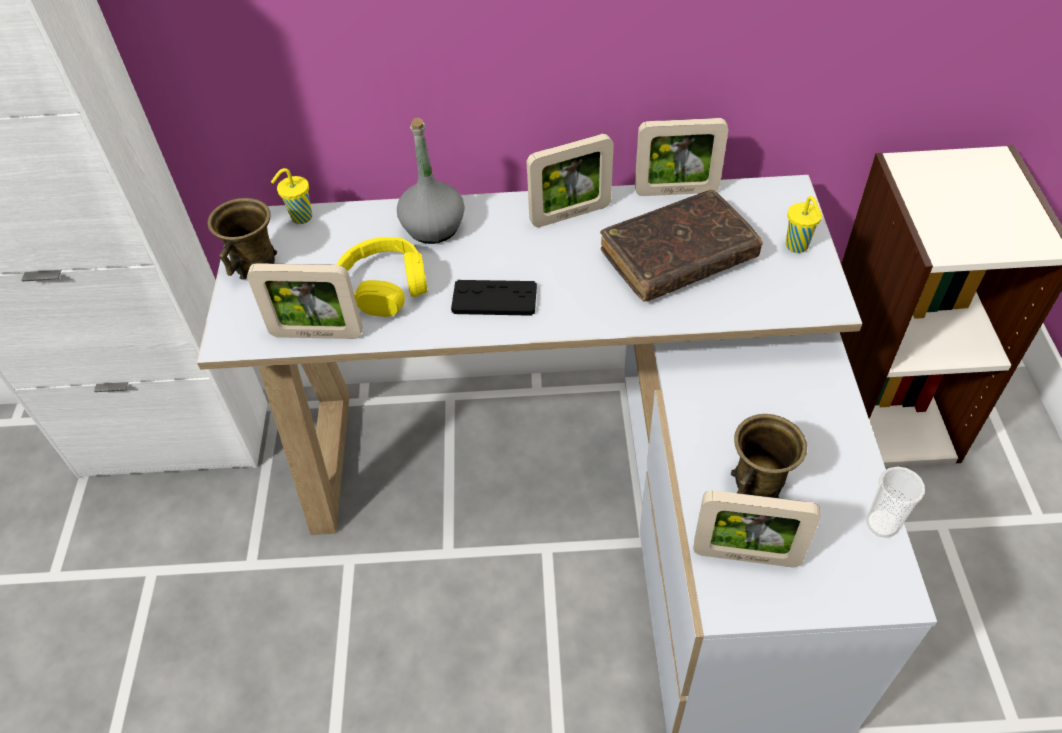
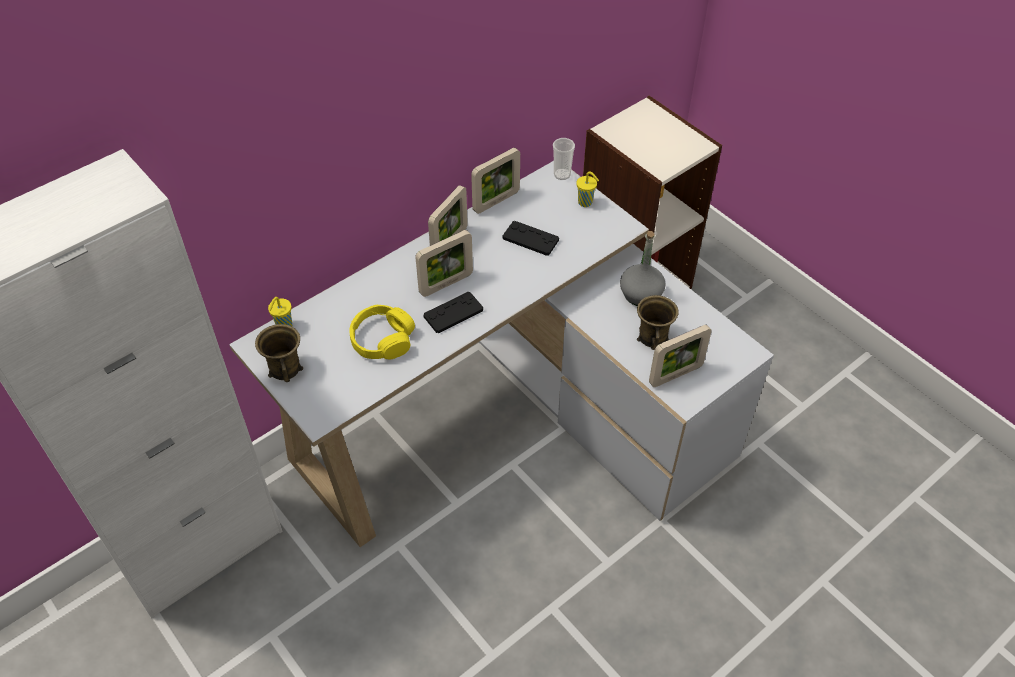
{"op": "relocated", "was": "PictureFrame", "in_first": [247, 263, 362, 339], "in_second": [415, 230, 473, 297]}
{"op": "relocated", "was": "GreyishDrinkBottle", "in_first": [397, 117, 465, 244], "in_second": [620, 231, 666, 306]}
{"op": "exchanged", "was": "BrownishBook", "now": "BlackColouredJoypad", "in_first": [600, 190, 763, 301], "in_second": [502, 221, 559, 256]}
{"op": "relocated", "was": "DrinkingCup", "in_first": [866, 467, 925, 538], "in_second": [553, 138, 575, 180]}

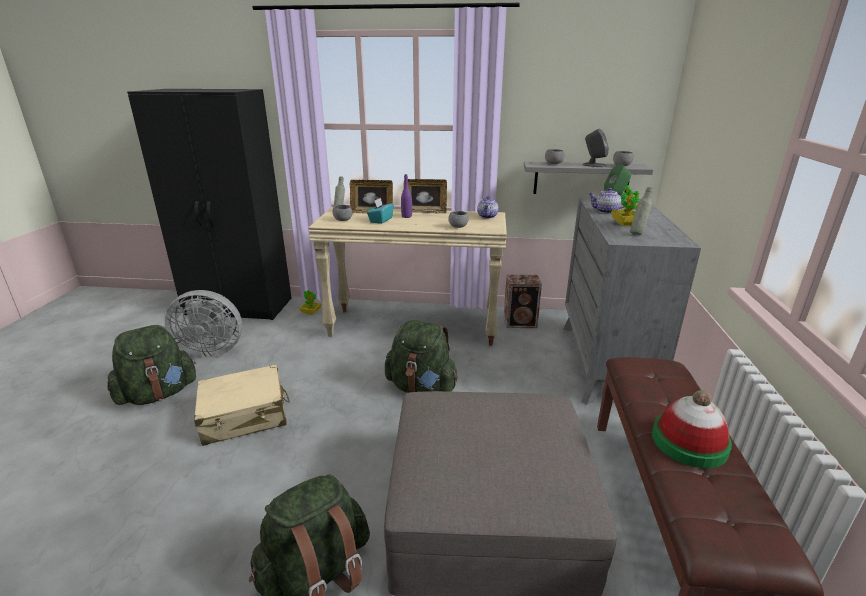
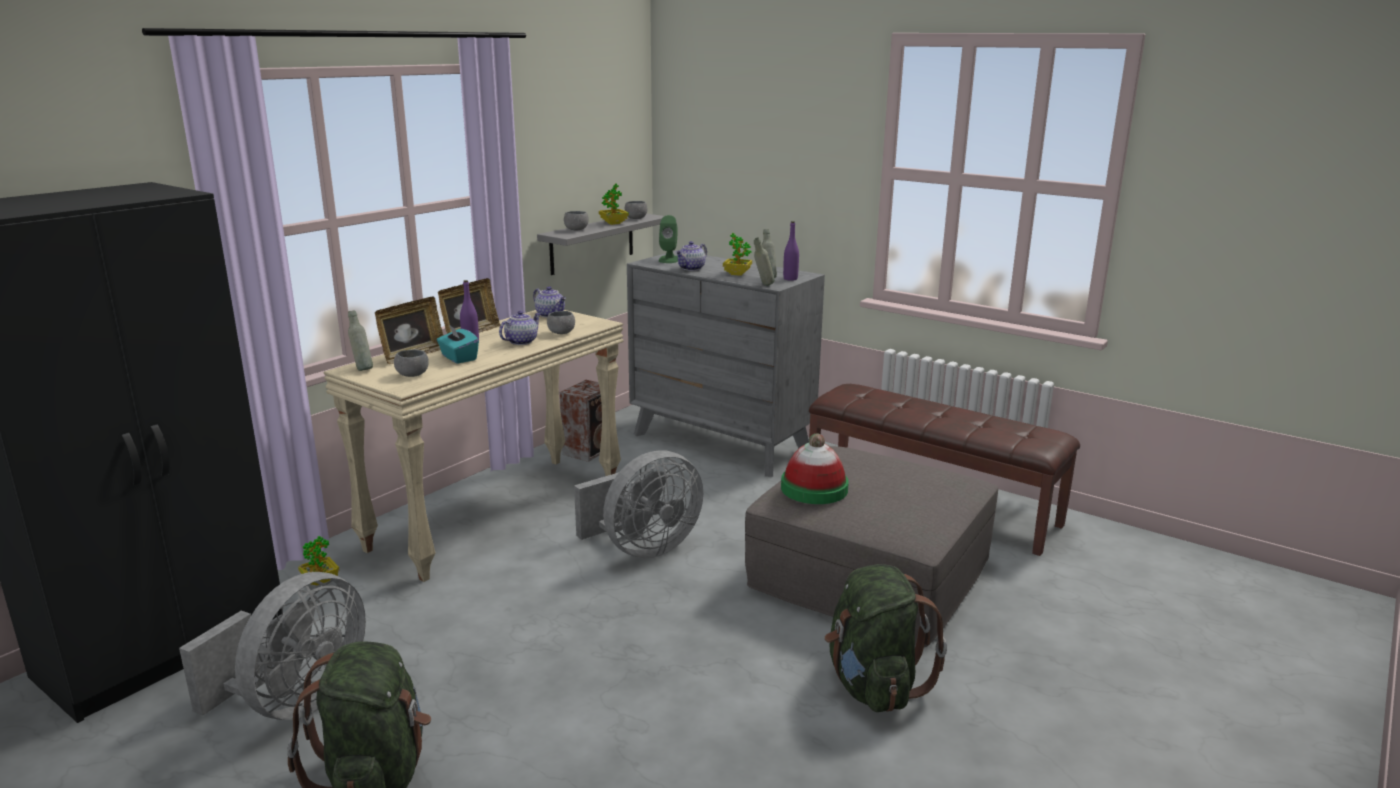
{"op": "missing", "was": "SandColouredTravelCase", "in_first": [194, 364, 290, 446]}
{"op": "exchanged", "was": "GreenRucksack", "now": "GreyishElectricFan", "in_first": [385, 320, 458, 393], "in_second": [574, 451, 703, 558]}
{"op": "exchanged", "was": "GreyishAudioSpeaker", "now": "PottedPlant", "in_first": [583, 129, 609, 167], "in_second": [599, 183, 629, 225]}
{"op": "relocated", "was": "ClothingHat", "in_first": [652, 390, 732, 468], "in_second": [781, 433, 849, 504]}
{"op": "appeared", "now": "TeaPot", "in_second": [499, 311, 540, 345]}
{"op": "appeared", "now": "GreyishDrinkBottle", "in_second": [754, 238, 775, 286]}
{"op": "appeared", "now": "PurplishDrinkBottle", "in_second": [783, 221, 799, 281]}

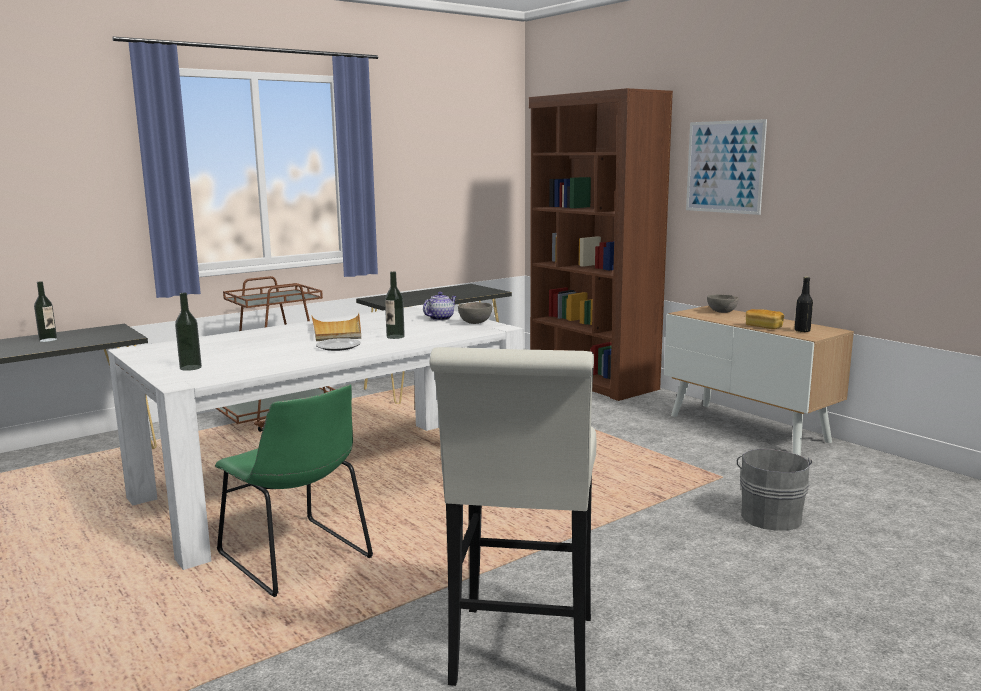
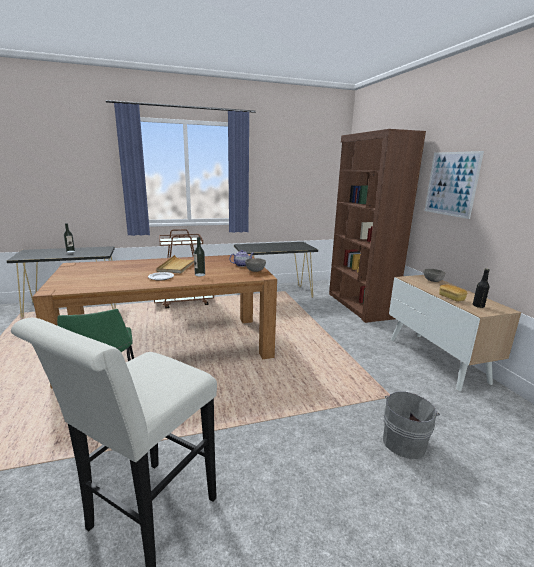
{"op": "colour", "was": "WhiteColouredKitchenTable", "now": "BrownishKitchenTable", "in_first": [108, 304, 523, 570], "in_second": [32, 254, 277, 388]}
{"op": "missing", "was": "DrinkBottle", "in_first": [175, 293, 202, 371]}

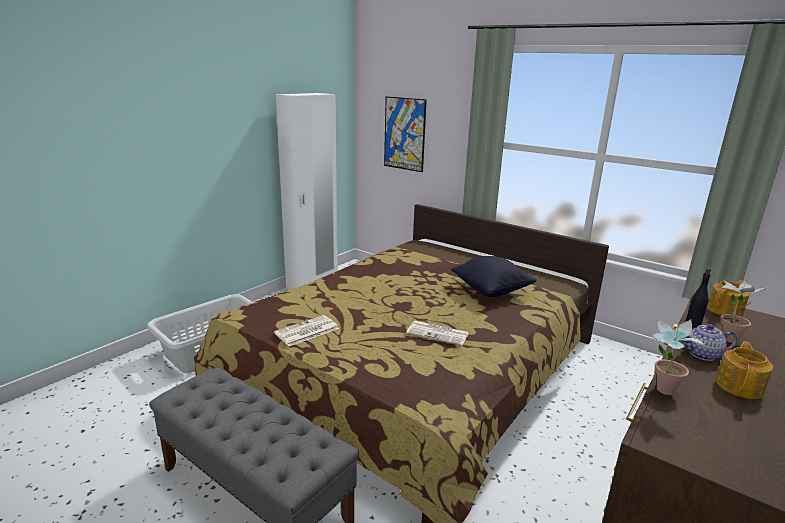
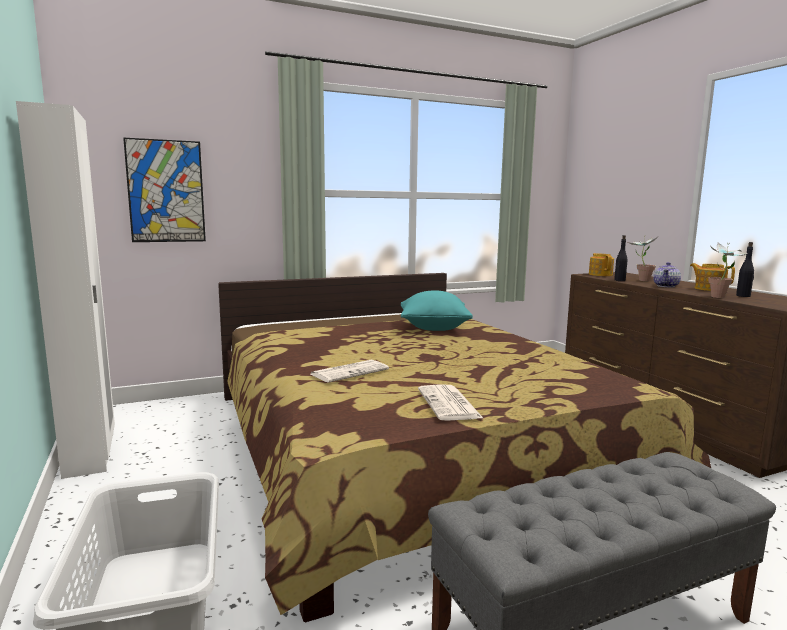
{"op": "relocated", "was": "DailyPaper", "in_first": [406, 321, 469, 346], "in_second": [311, 360, 389, 383]}
{"op": "colour", "was": "BlackColouredCushion", "now": "TurquoiseCushion", "in_first": [451, 256, 537, 297], "in_second": [401, 290, 473, 331]}
{"op": "appeared", "now": "BlackColouredDrinkBottle", "in_second": [736, 242, 754, 297]}

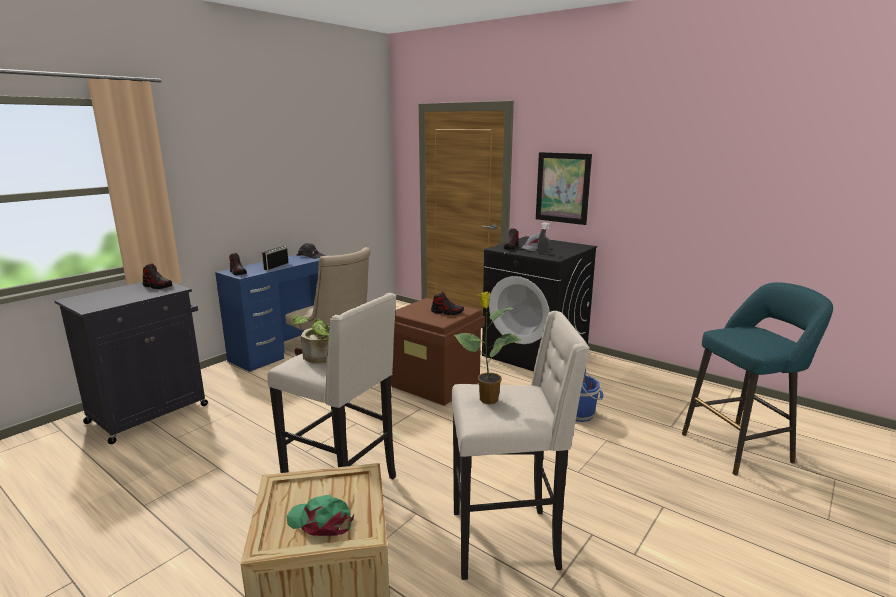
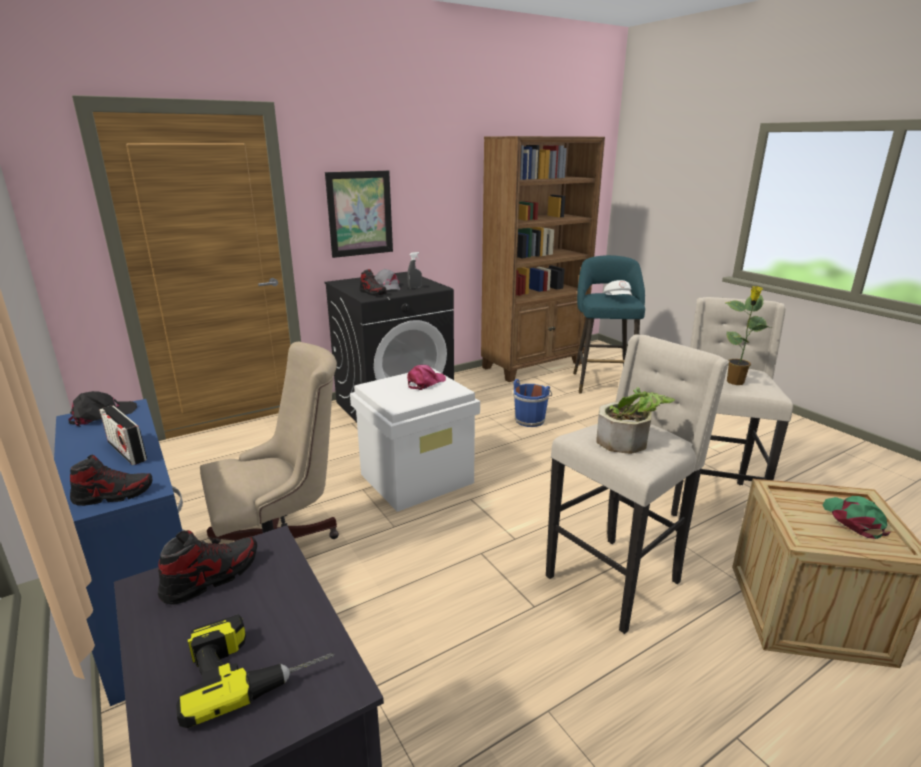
{"op": "spun", "was": "GreenBaseballCap", "in_first": [287, 495, 354, 536], "in_second": [823, 496, 890, 539], "clockwise": 135}
{"op": "colour", "was": "BrownishStorageBox", "now": "WhiteColouredStorageBox", "in_first": [391, 298, 485, 406], "in_second": [350, 367, 480, 512]}
{"op": "exchanged", "was": "Shoe", "now": "PinkColouredBaseballCap", "in_first": [431, 292, 464, 315], "in_second": [407, 365, 446, 390]}
{"op": "appeared", "now": "Drill", "in_second": [176, 614, 334, 728]}
{"op": "appeared", "now": "BrownishShelvingUnit", "in_second": [481, 136, 605, 382]}
{"op": "appeared", "now": "WhiteColouredBaseballCap", "in_second": [604, 280, 631, 295]}

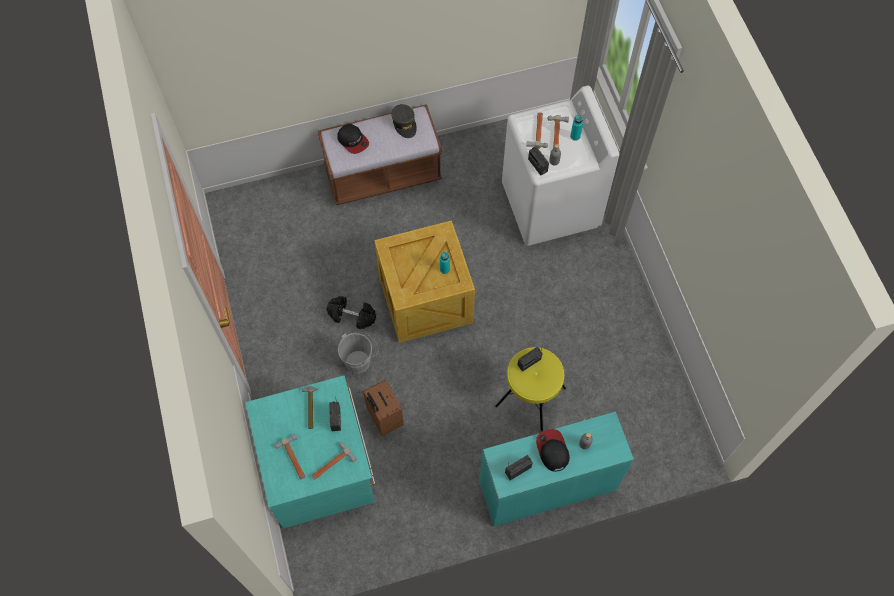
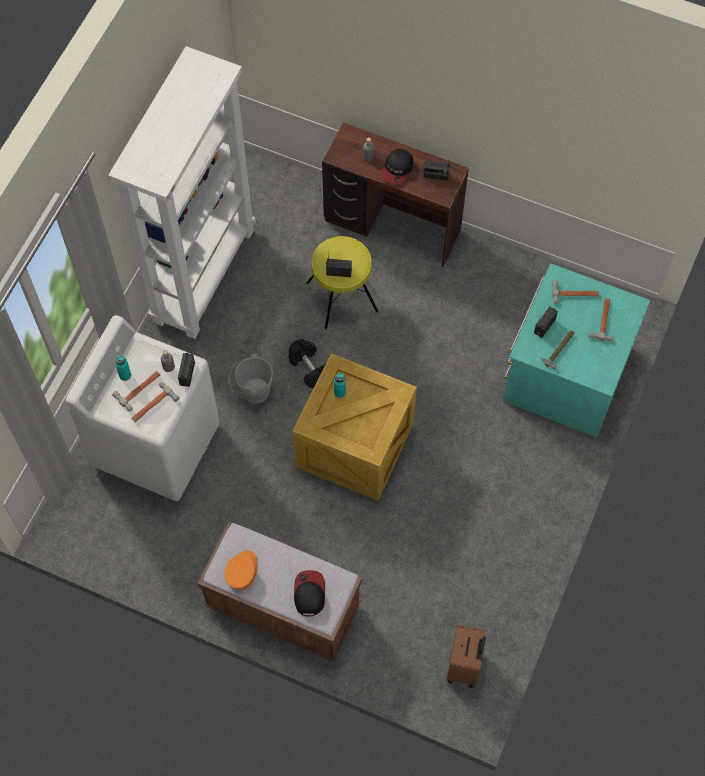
{"op": "relocated", "was": "BlackColouredFreeWeight", "in_first": [327, 296, 376, 329], "in_second": [288, 339, 326, 388]}
{"op": "relocated", "was": "GreyishBucket", "in_first": [338, 332, 379, 374], "in_second": [229, 354, 273, 404]}
{"op": "relocated", "was": "BrownishTravelCase", "in_first": [363, 380, 404, 436], "in_second": [447, 625, 487, 688]}
{"op": "colour", "was": "GreyishBaseballCap", "now": "OrangeyBaseballCap", "in_first": [391, 104, 417, 138], "in_second": [225, 550, 258, 590]}
{"op": "colour", "was": "TurquoiseDeskTable", "now": "BrownishDeskTable", "in_first": [479, 411, 634, 526], "in_second": [322, 122, 469, 267]}
{"op": "appeared", "now": "WhiteColouredShelvingUnit", "in_second": [108, 46, 256, 339]}

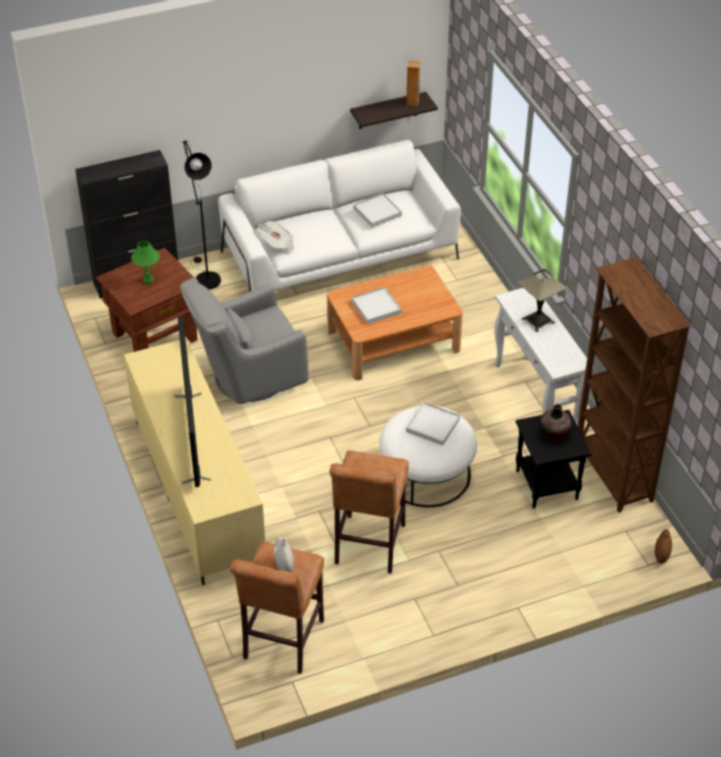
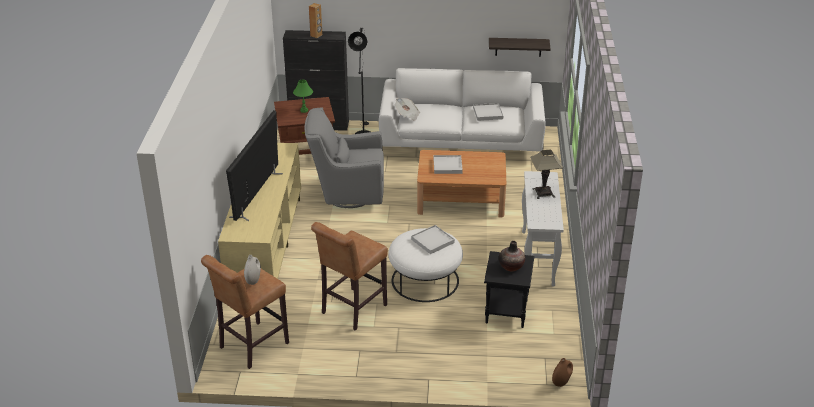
{"op": "relocated", "was": "BrownishAudioSpeaker", "in_first": [406, 61, 420, 106], "in_second": [309, 3, 322, 38]}
{"op": "missing", "was": "BrownishShelvingUnit", "in_first": [578, 257, 691, 513]}

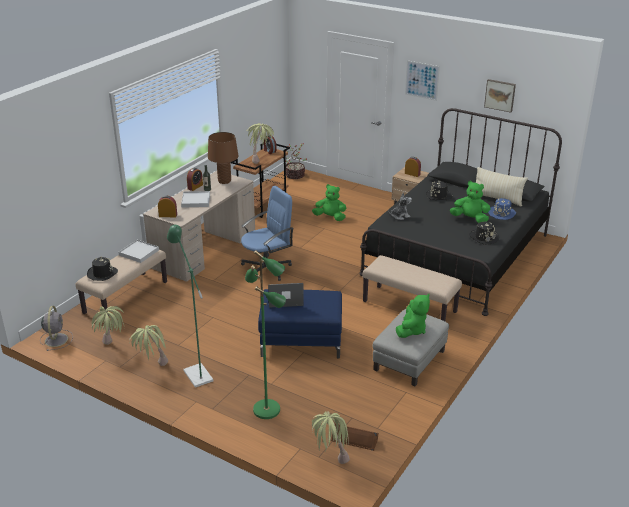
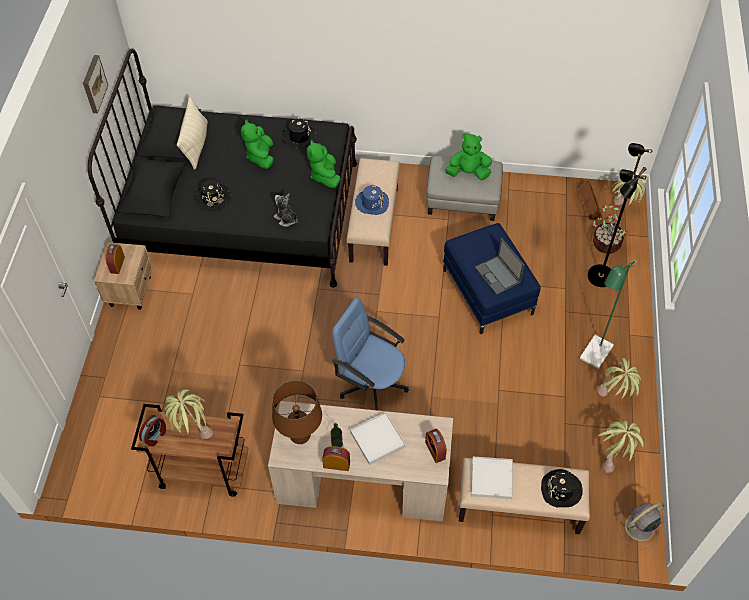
{"op": "colour", "was": "GreenStandingLamp", "now": "BlackColouredStandingLamp", "in_first": [245, 250, 286, 419], "in_second": [587, 143, 652, 287]}
{"op": "relocated", "was": "PottedPlant", "in_first": [285, 143, 307, 179], "in_second": [591, 204, 628, 254]}
{"op": "relocated", "was": "GreenSoftToy", "in_first": [312, 184, 346, 221], "in_second": [307, 140, 341, 188]}
{"op": "missing", "was": "WallArt", "in_first": [405, 60, 440, 101]}
{"op": "relocated", "was": "BlueClothingHat", "in_first": [488, 198, 516, 220], "in_second": [355, 185, 389, 215]}

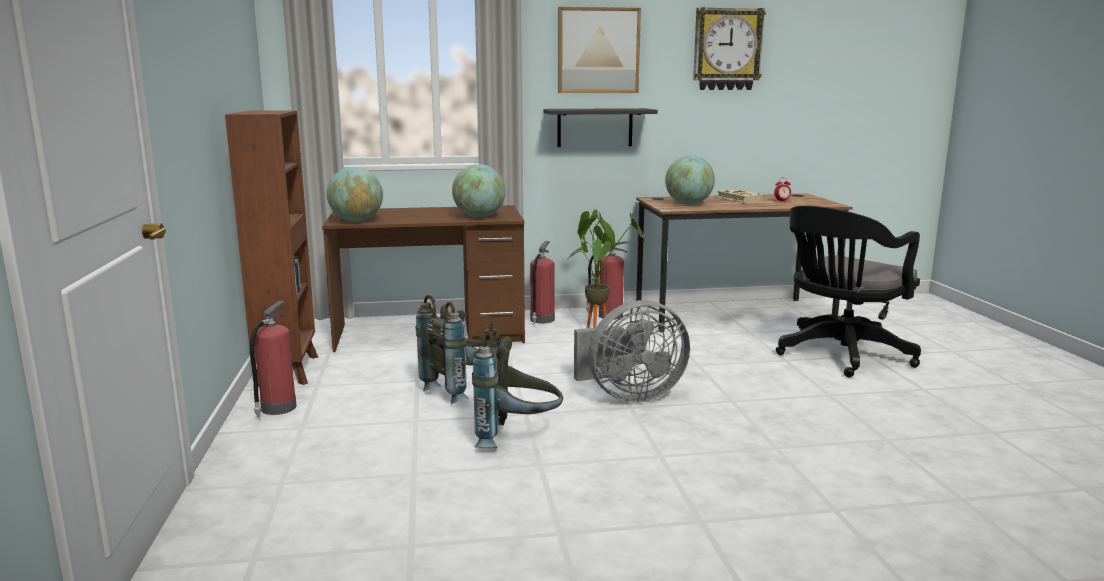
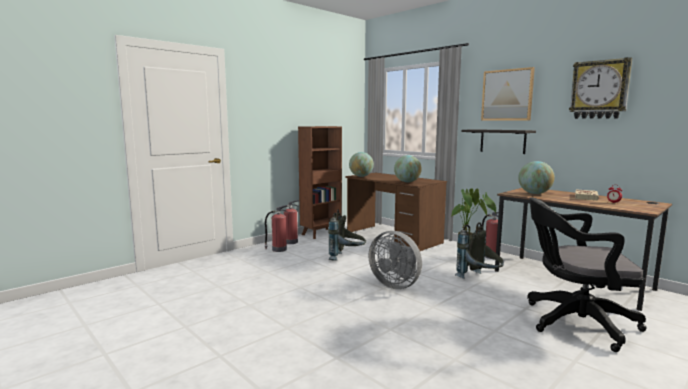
{"op": "relocated", "was": "GreyishRucksack", "in_first": [472, 321, 563, 448], "in_second": [455, 222, 504, 279]}
{"op": "relocated", "was": "FireExtinguisher", "in_first": [530, 241, 555, 324], "in_second": [265, 205, 288, 252]}

